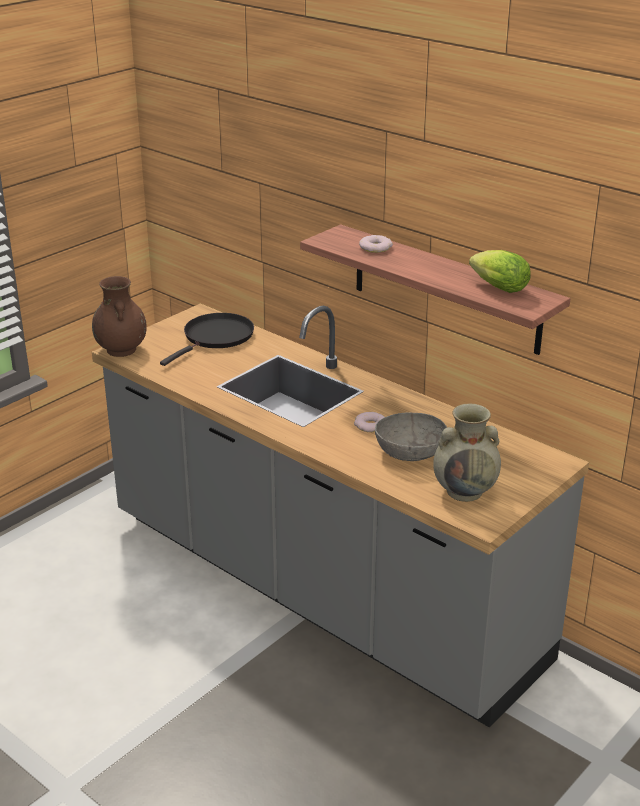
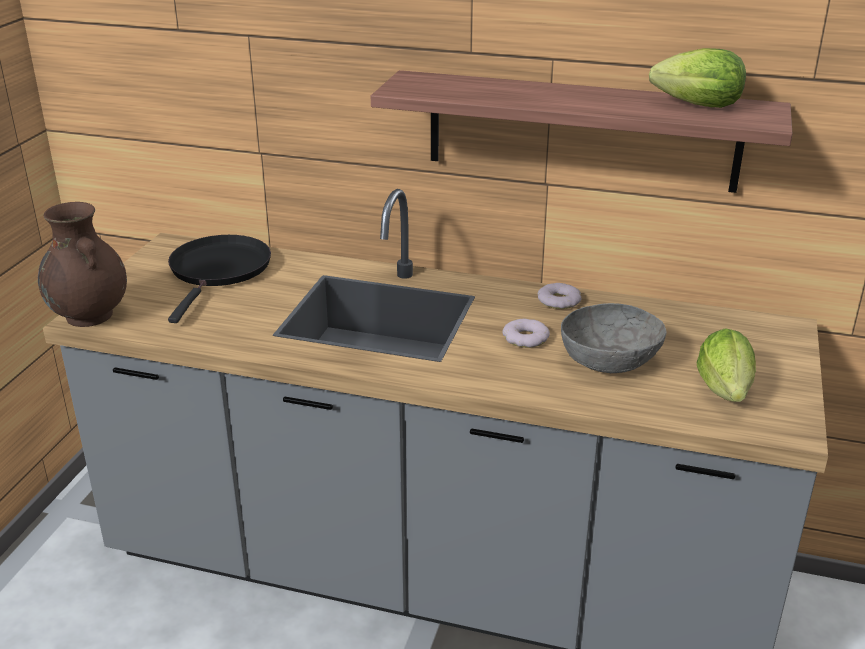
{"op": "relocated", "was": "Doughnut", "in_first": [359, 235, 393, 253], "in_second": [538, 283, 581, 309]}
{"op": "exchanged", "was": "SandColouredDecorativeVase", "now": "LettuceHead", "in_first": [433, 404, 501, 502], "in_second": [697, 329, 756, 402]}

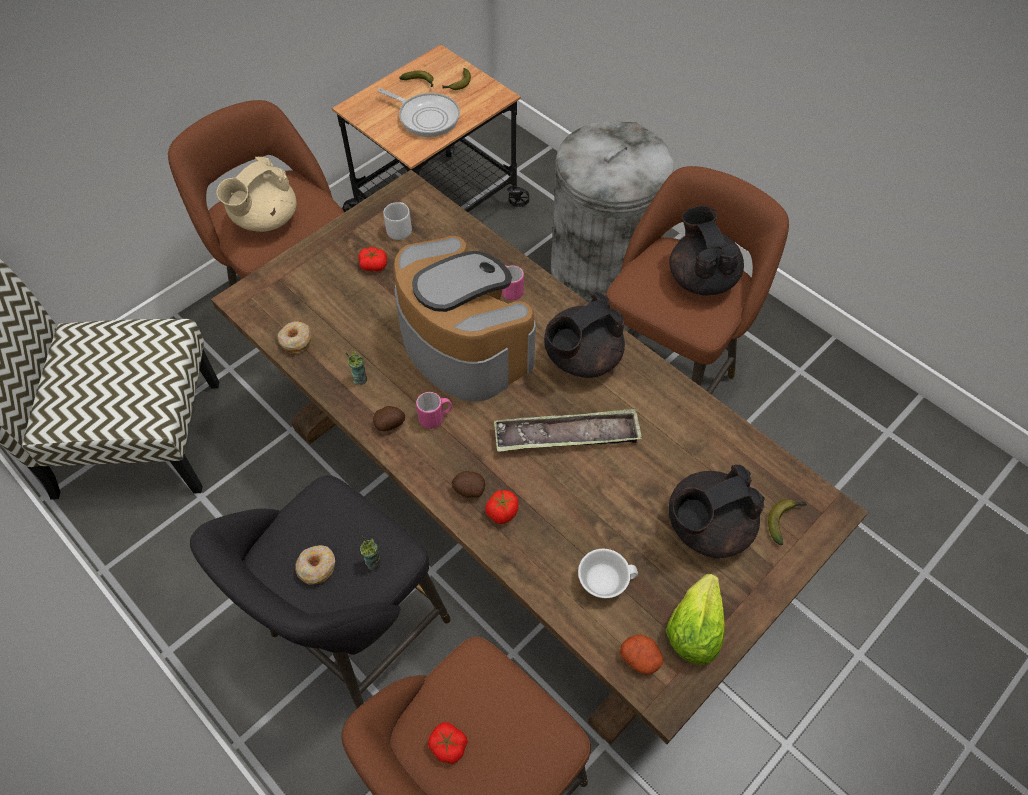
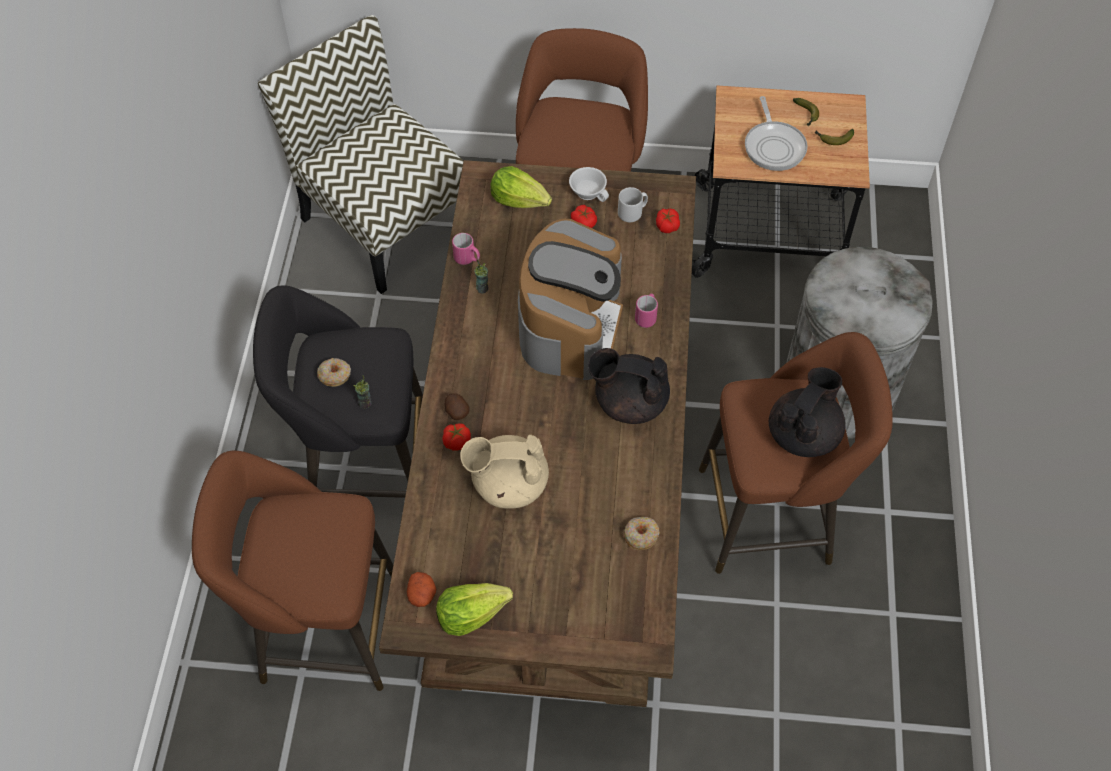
{"op": "relocated", "was": "SandColouredTeaPot", "in_first": [216, 157, 296, 232], "in_second": [460, 435, 549, 509]}
{"op": "relocated", "was": "Doughnut", "in_first": [278, 321, 312, 354], "in_second": [624, 517, 660, 550]}
{"op": "missing", "was": "Potato", "in_first": [373, 406, 405, 431]}
{"op": "relocated", "was": "PinkColouredTeaMug", "in_first": [416, 392, 452, 429], "in_second": [452, 233, 480, 265]}
{"op": "relocated", "was": "FreshTomato", "in_first": [428, 723, 468, 764], "in_second": [656, 209, 680, 233]}
{"op": "missing", "was": "ServingTray", "in_first": [494, 408, 642, 452]}
{"op": "relocated", "was": "WhiteColouredDrinkingCup", "in_first": [578, 549, 638, 598], "in_second": [569, 167, 609, 202]}
{"op": "missing", "was": "BlackColouredTeaPot", "in_first": [668, 464, 765, 558]}
{"op": "missing", "was": "Banana", "in_first": [768, 499, 807, 545]}
{"op": "appeared", "now": "LettuceHead", "in_second": [490, 166, 552, 208]}

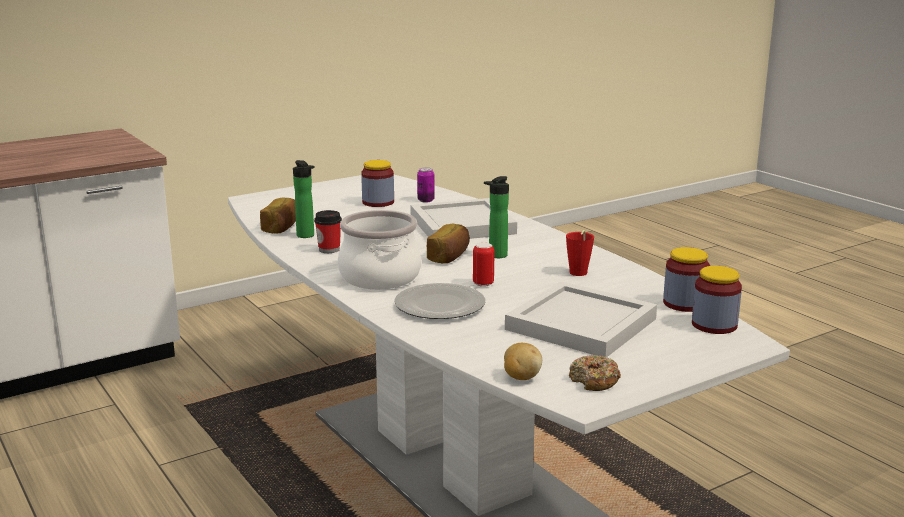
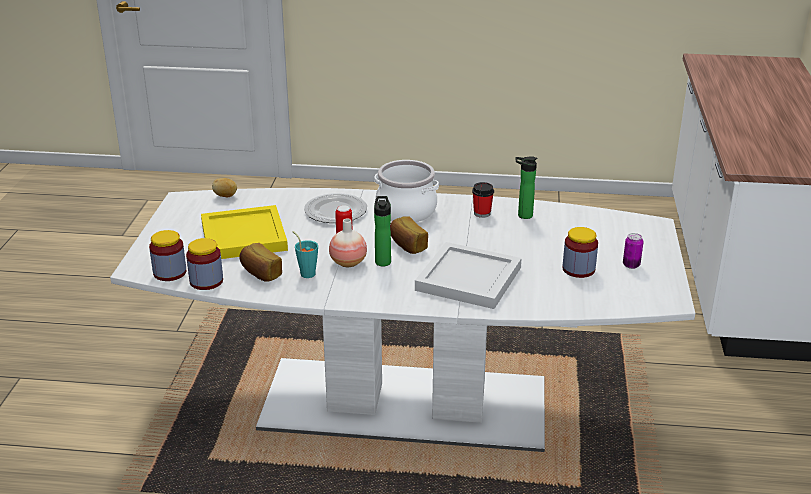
{"op": "relocated", "was": "BakedBread", "in_first": [260, 197, 296, 234], "in_second": [239, 243, 282, 282]}
{"op": "relocated", "was": "MetalCan", "in_first": [417, 167, 435, 202], "in_second": [623, 233, 643, 269]}
{"op": "colour", "was": "WhiteColouredServingTray", "now": "YellowColouredServingTray", "in_first": [505, 281, 657, 358], "in_second": [201, 205, 288, 259]}
{"op": "colour", "was": "RedDrinkingCup", "now": "TurquoiseDrinkingCup", "in_first": [566, 230, 594, 276], "in_second": [293, 231, 318, 278]}
{"op": "missing", "was": "Doughnut", "in_first": [569, 355, 621, 391]}
{"op": "appeared", "now": "DecorativeVase", "in_second": [329, 218, 367, 267]}

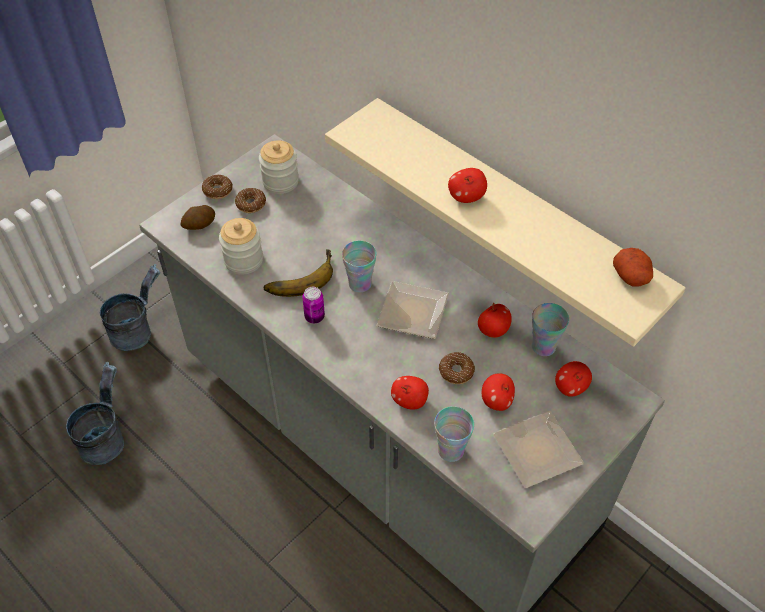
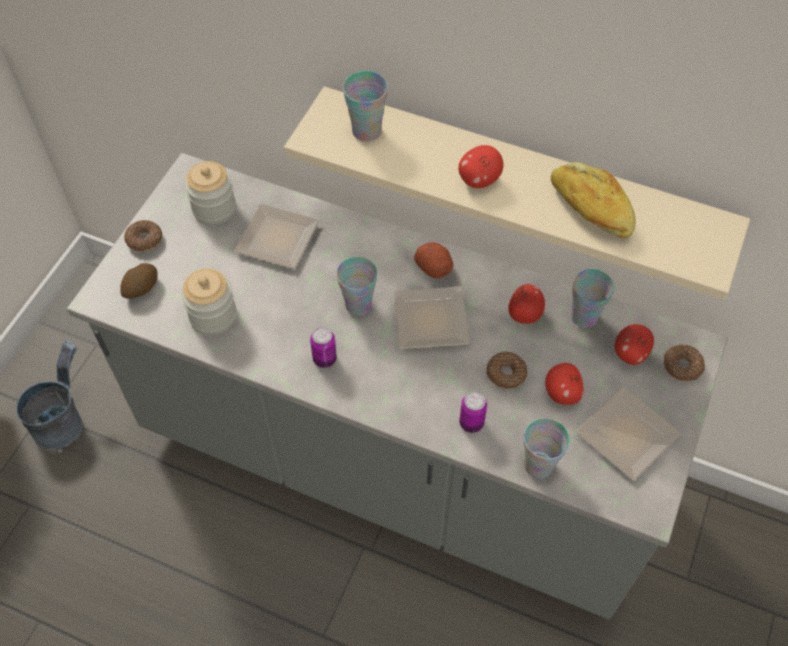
{"op": "missing", "was": "GreyishBucket", "in_first": [66, 362, 124, 465]}
{"op": "relocated", "was": "Doughnut", "in_first": [235, 188, 266, 213], "in_second": [664, 345, 705, 382]}
{"op": "missing", "was": "Banana", "in_first": [264, 249, 333, 297]}
{"op": "exchanged", "was": "Apple", "now": "MetalCan", "in_first": [391, 376, 429, 410], "in_second": [459, 392, 487, 433]}
{"op": "relocated", "was": "Potato", "in_first": [613, 248, 653, 287], "in_second": [414, 242, 453, 278]}
{"op": "appeared", "now": "FlatDish", "in_second": [234, 204, 320, 269]}
{"op": "appeared", "now": "DrinkingCup", "in_second": [343, 71, 388, 142]}
{"op": "appeared", "now": "BakedBread", "in_second": [551, 162, 636, 238]}

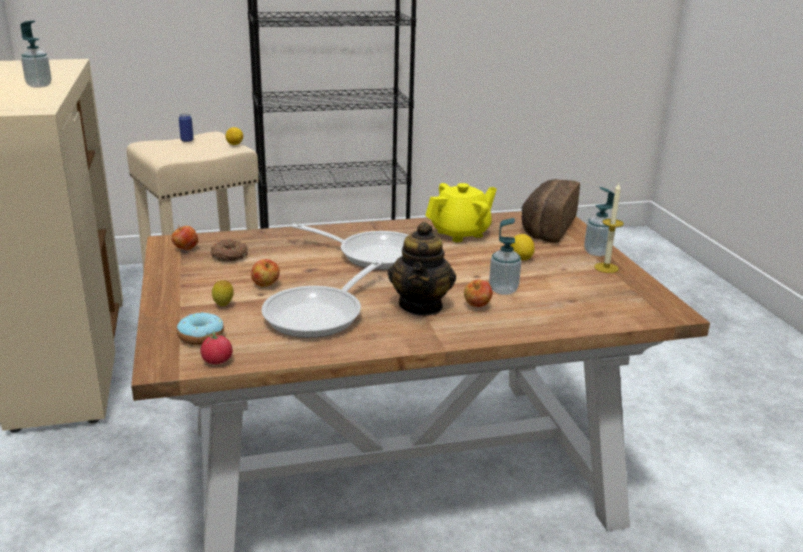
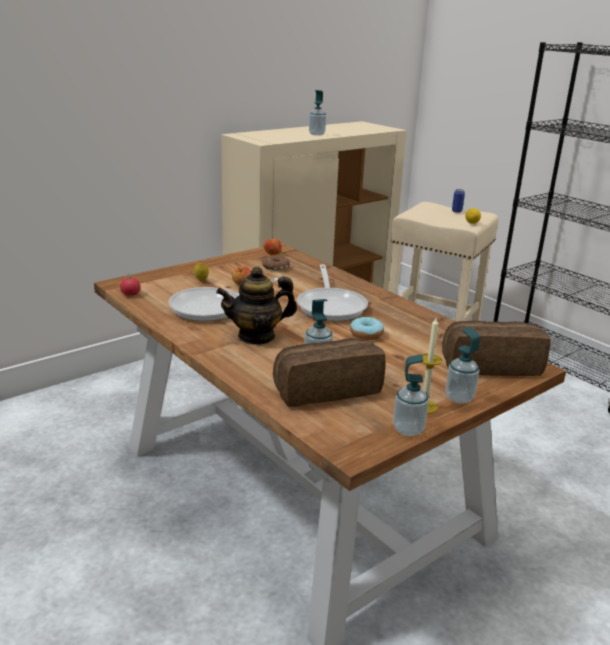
{"op": "relocated", "was": "Doughnut", "in_first": [177, 312, 224, 345], "in_second": [350, 317, 384, 340]}
{"op": "spun", "was": "Skillet", "in_first": [261, 260, 384, 338], "in_second": [168, 278, 279, 322], "clockwise": -45}
{"op": "missing", "was": "YellowColouredTeaPot", "in_first": [425, 183, 497, 242]}
{"op": "missing", "was": "Apple", "in_first": [464, 279, 492, 307]}
{"op": "missing", "was": "CitrusFruit", "in_first": [510, 234, 535, 260]}
{"op": "appeared", "now": "BakedBread", "in_second": [273, 338, 385, 407]}
{"op": "appeared", "now": "SoapBottle", "in_second": [393, 354, 429, 436]}

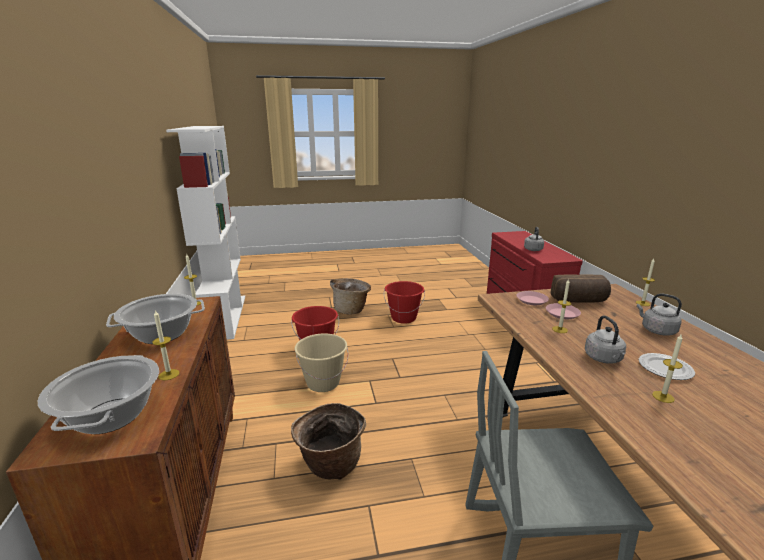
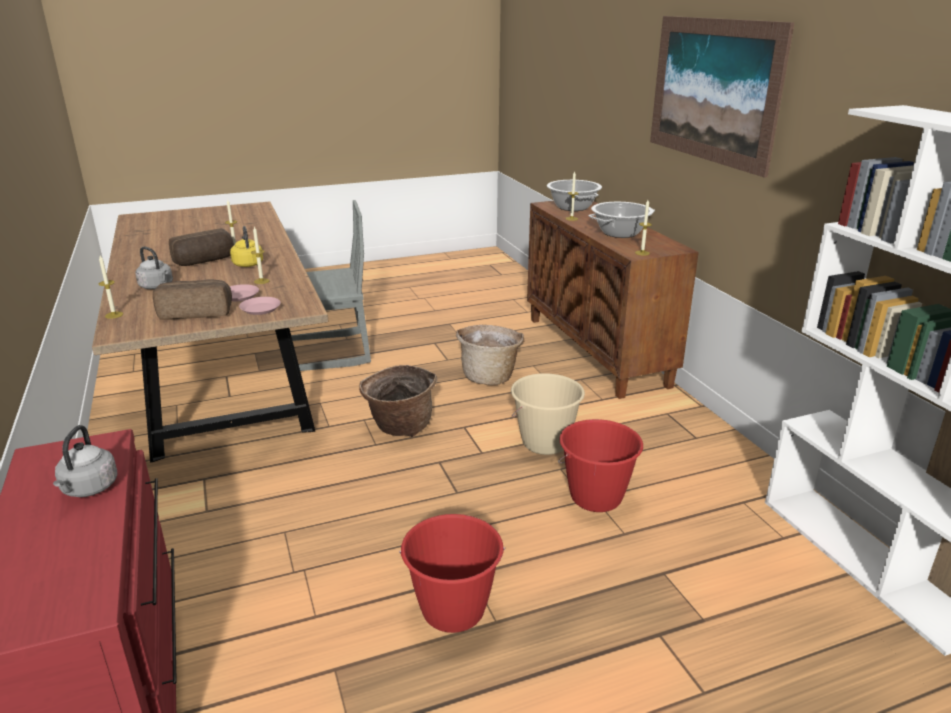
{"op": "relocated", "was": "StorageBasket", "in_first": [330, 278, 371, 315], "in_second": [359, 365, 437, 437]}
{"op": "colour", "was": "GreyishKettle", "now": "YellowColouredKettle", "in_first": [585, 315, 626, 364], "in_second": [230, 226, 263, 267]}
{"op": "exchanged", "was": "FlatDish", "now": "BakedBread", "in_first": [638, 353, 695, 380], "in_second": [169, 228, 234, 266]}
{"op": "appeared", "now": "WallArt", "in_second": [650, 16, 795, 178]}

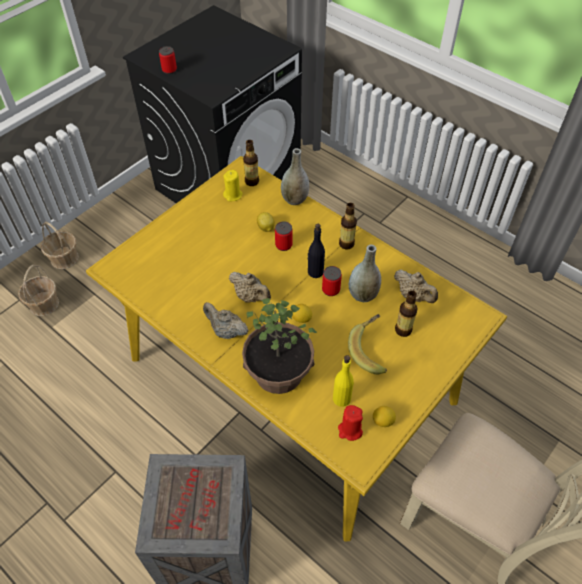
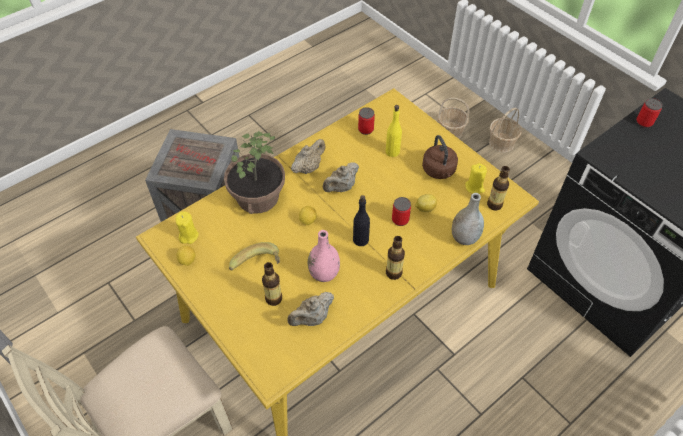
{"op": "relocated", "was": "MetalCan", "in_first": [322, 266, 342, 296], "in_second": [358, 107, 375, 135]}
{"op": "relocated", "was": "YellowColouredDrinkBottle", "in_first": [333, 355, 354, 407], "in_second": [386, 105, 402, 157]}
{"op": "colour", "was": "RedCandle", "now": "YellowColouredCandle", "in_first": [338, 405, 363, 441], "in_second": [176, 212, 199, 244]}
{"op": "colour", "was": "GreyishDecorativeVase", "now": "PinkColouredDecorativeVase", "in_first": [349, 245, 381, 302], "in_second": [308, 230, 340, 282]}
{"op": "appeared", "now": "BrownishKettle", "in_second": [422, 135, 458, 179]}

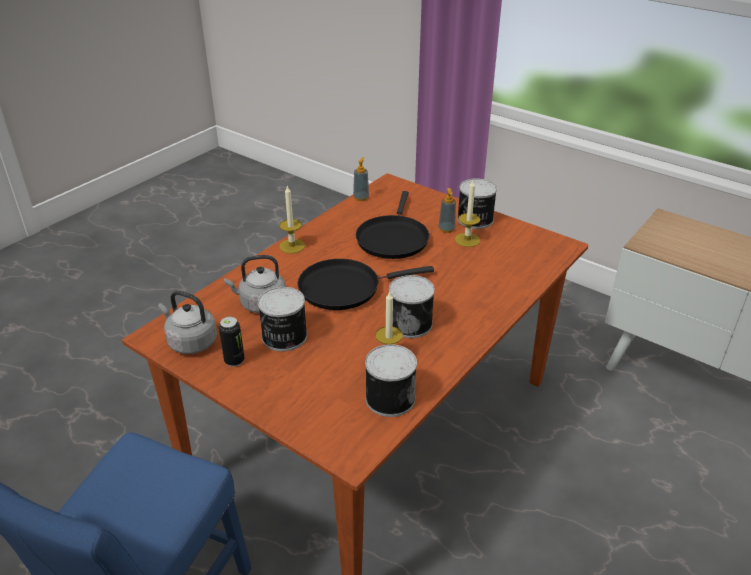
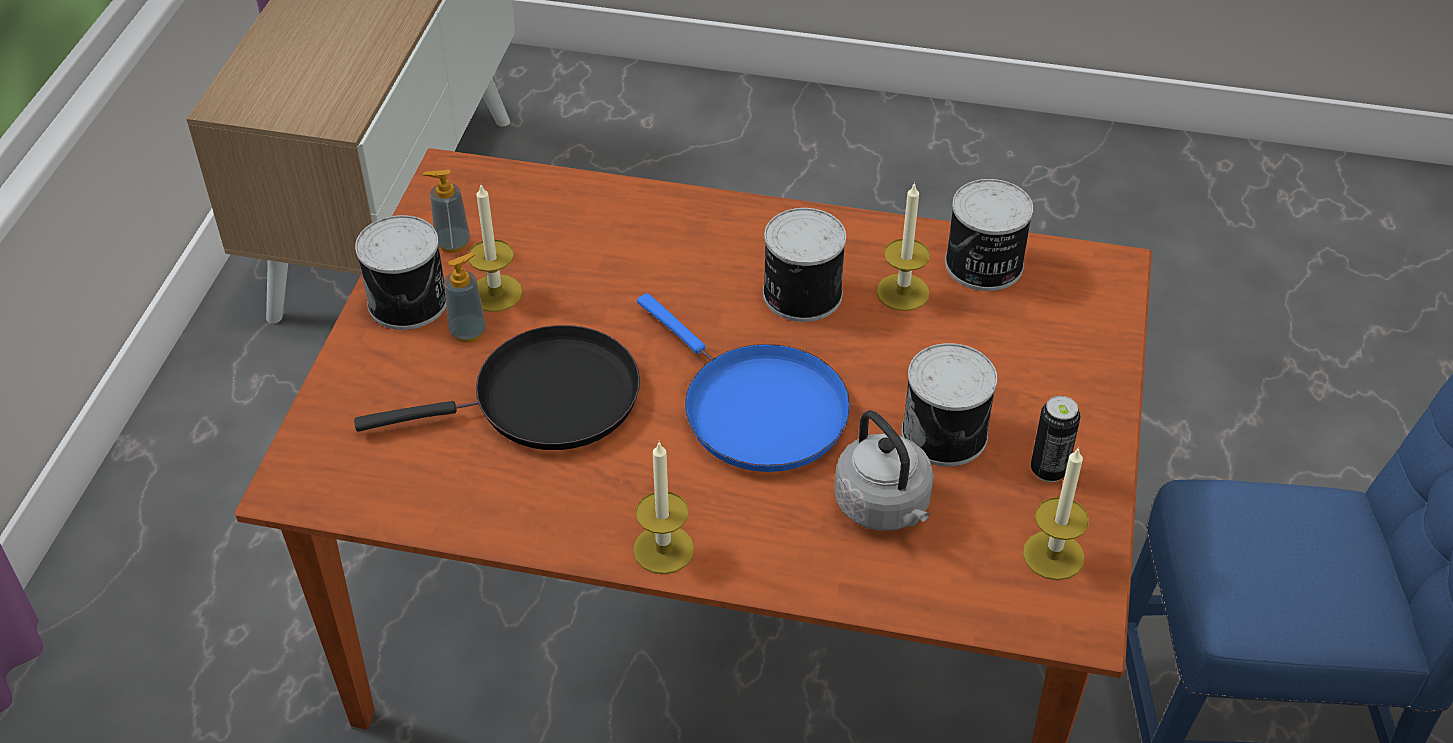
{"op": "exchanged", "was": "GreyishKettle", "now": "Candle", "in_first": [158, 291, 217, 354], "in_second": [1023, 447, 1089, 580]}
{"op": "colour", "was": "BlackColouredSkillet", "now": "BlueSkillet", "in_first": [298, 259, 434, 310], "in_second": [637, 293, 850, 472]}
{"op": "relocated", "was": "SoapBottle", "in_first": [353, 157, 369, 201], "in_second": [423, 169, 470, 253]}

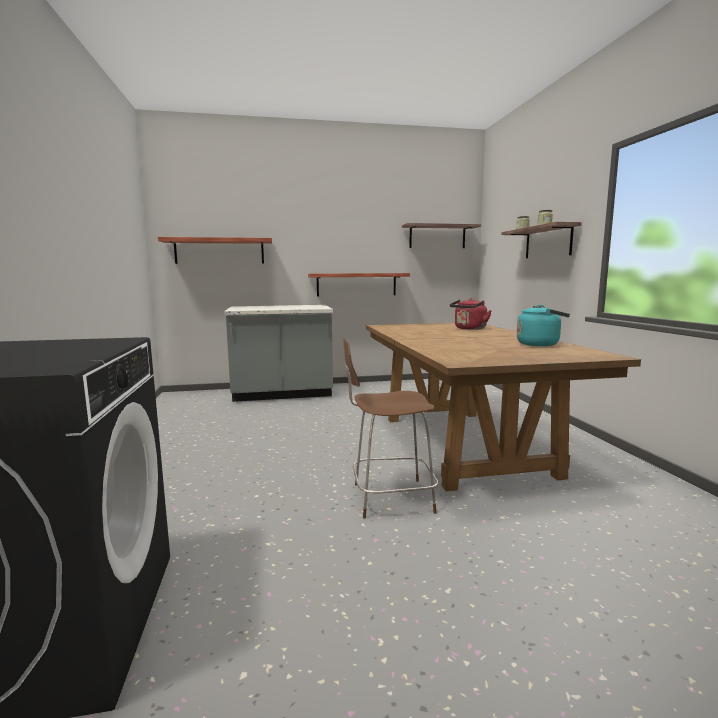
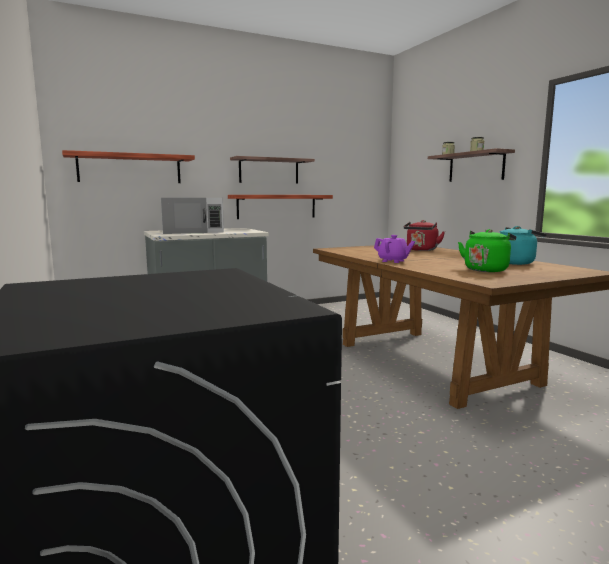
{"op": "missing", "was": "BrownishPlainChair", "in_first": [343, 338, 438, 519]}
{"op": "relocated", "was": "BracketShelf", "in_first": [402, 223, 481, 248], "in_second": [230, 156, 315, 184]}
{"op": "appeared", "now": "WhiteColouredMicrowaveOven", "in_second": [161, 198, 224, 234]}
{"op": "appeared", "now": "PurplishTeaPot", "in_second": [374, 235, 415, 263]}
{"op": "appeared", "now": "GreenKettle", "in_second": [458, 229, 516, 272]}

